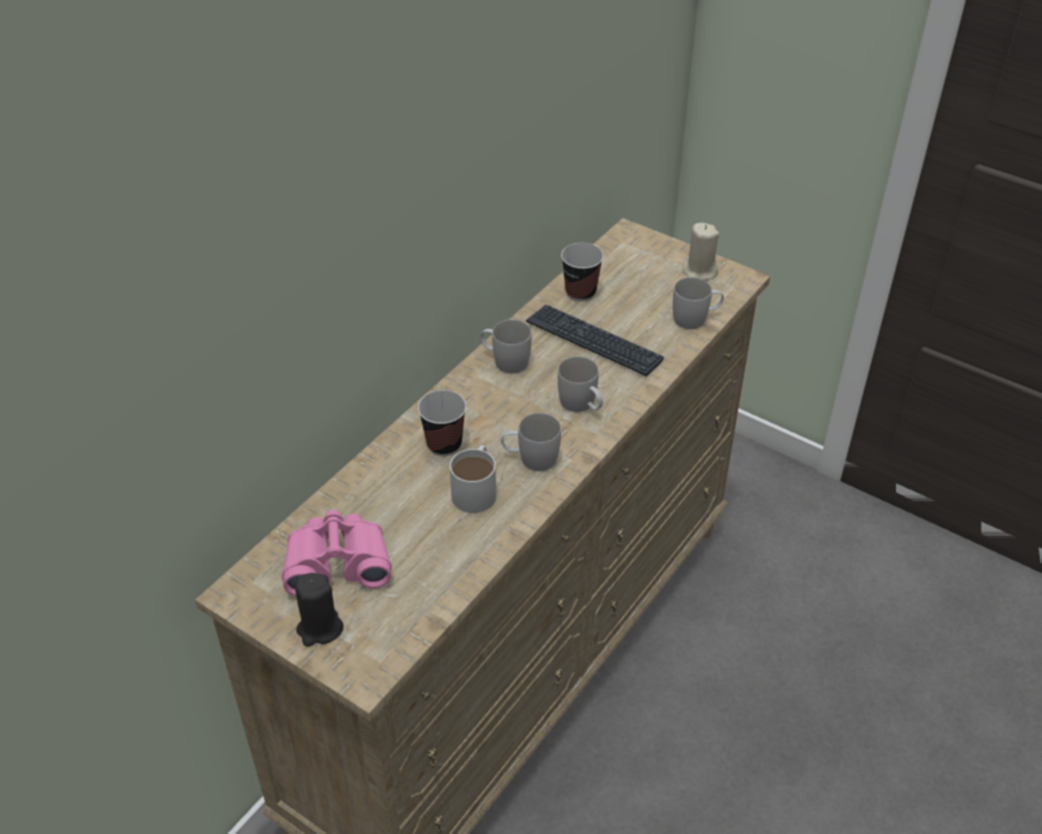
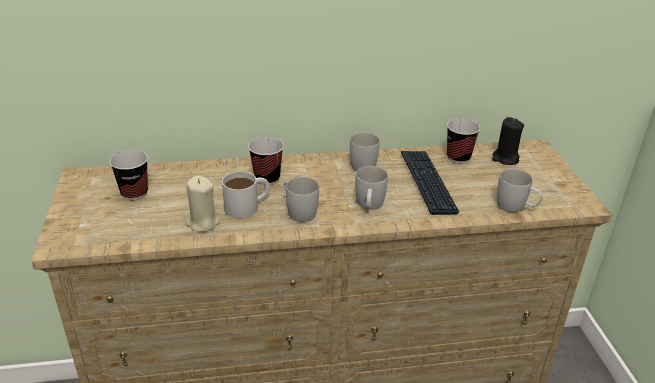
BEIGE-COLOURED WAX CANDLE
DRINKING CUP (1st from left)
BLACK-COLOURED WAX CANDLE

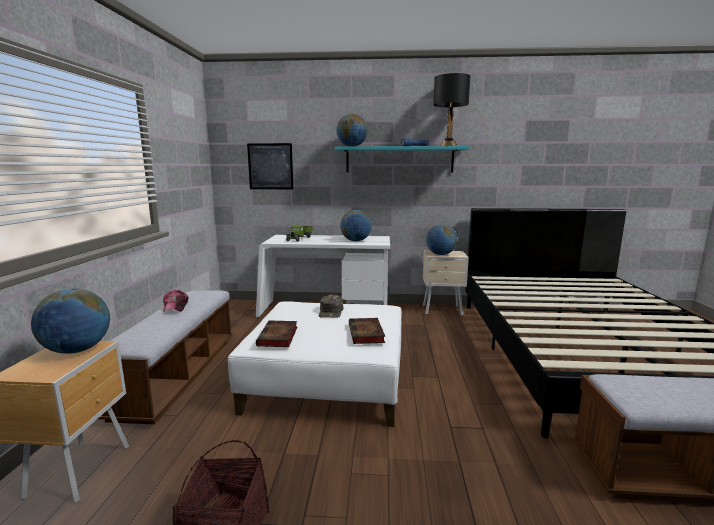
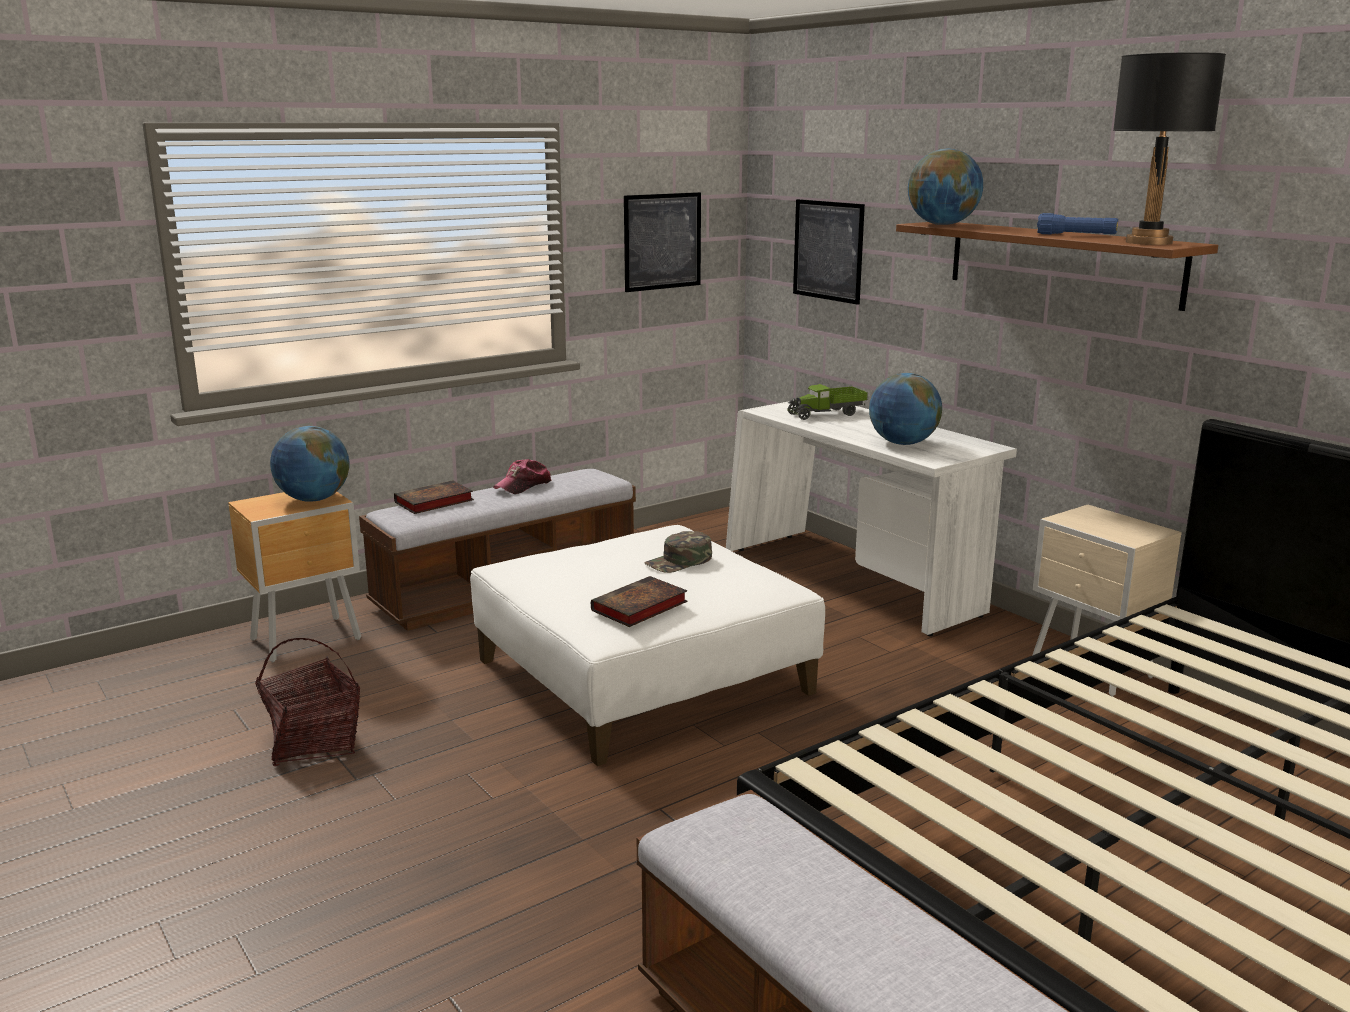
BROWNISH WALL SHELF
DESK GLOBE (4th from left in the first image)
VOLUME (1st from left)
WALL PICTURE (1st from left)

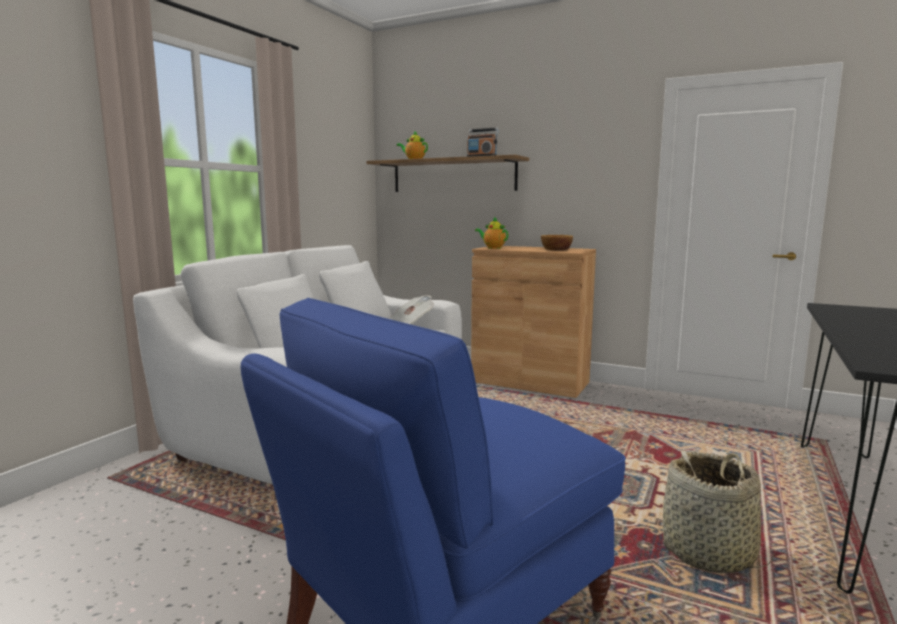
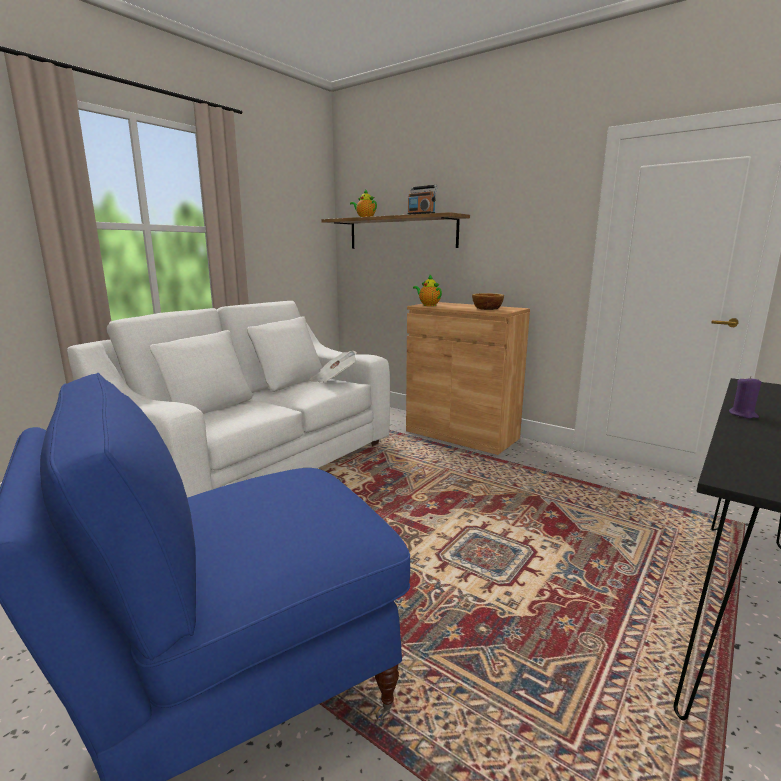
HOUSEHOLD BASKET
PURPLE WAX CANDLE

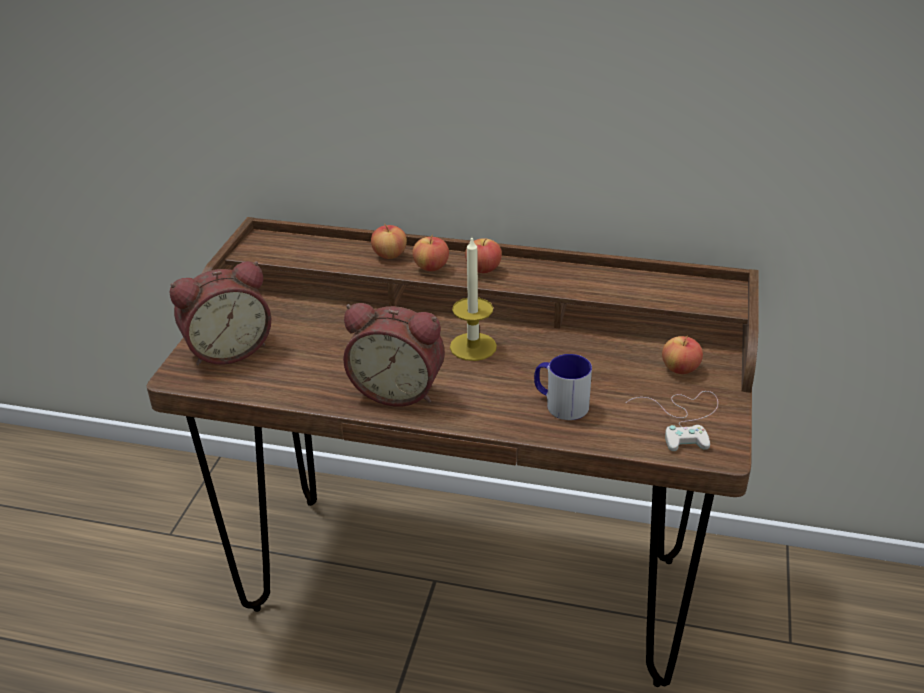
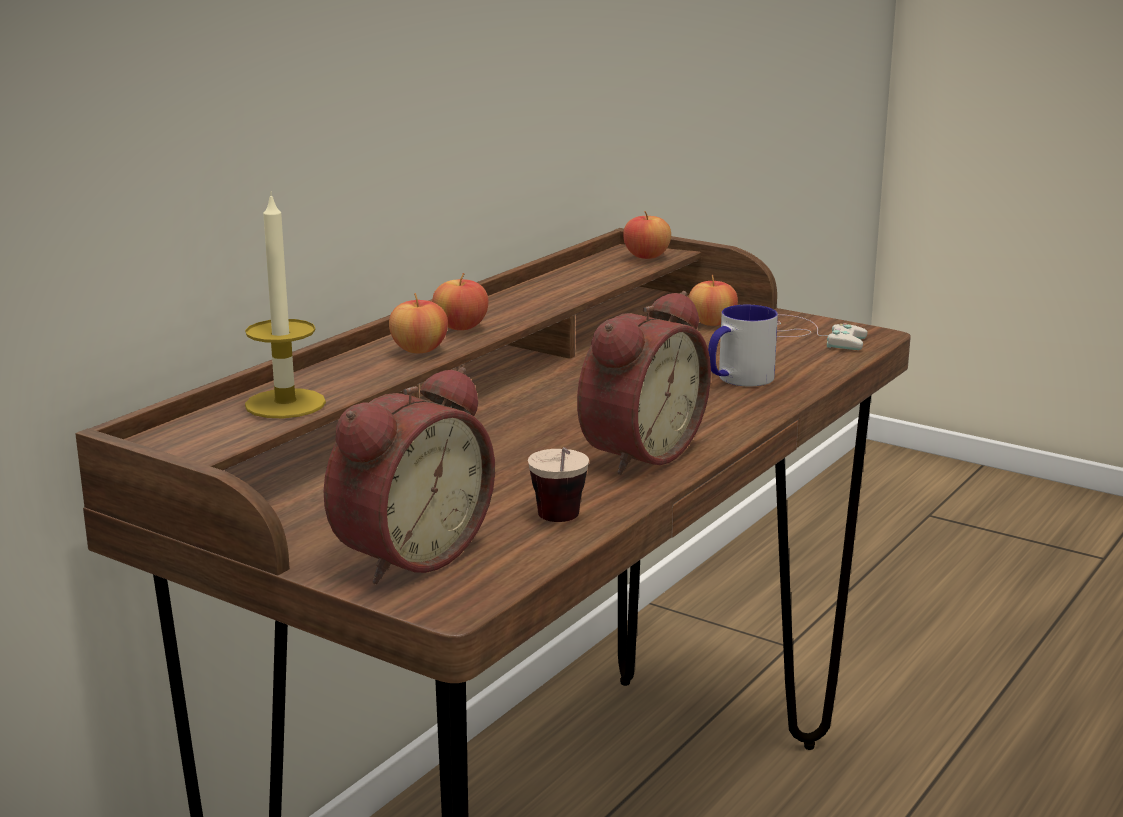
WHOLE APPLE (3rd from left)
WAX CANDLE
ALARM CLOCK (1st from left)
DRINKING CUP

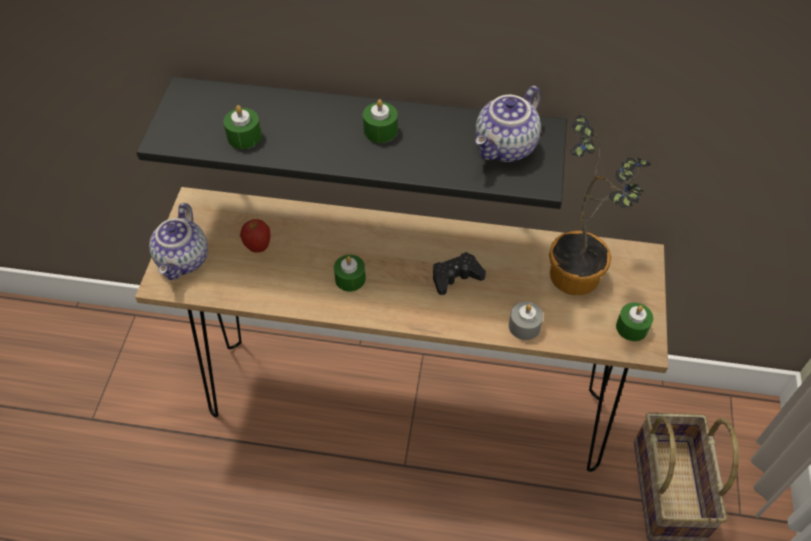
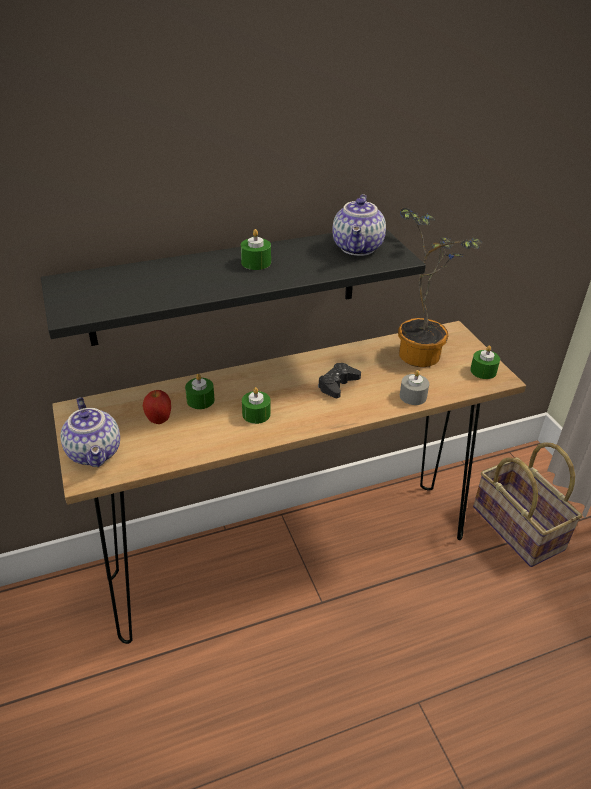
GREENISH WAX CANDLE (1st from left)

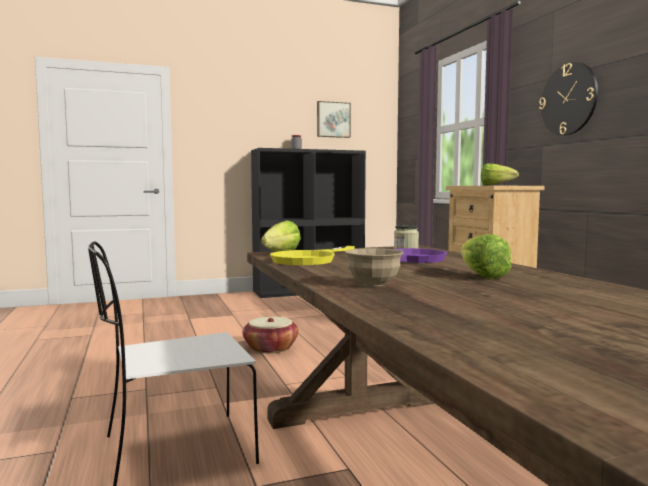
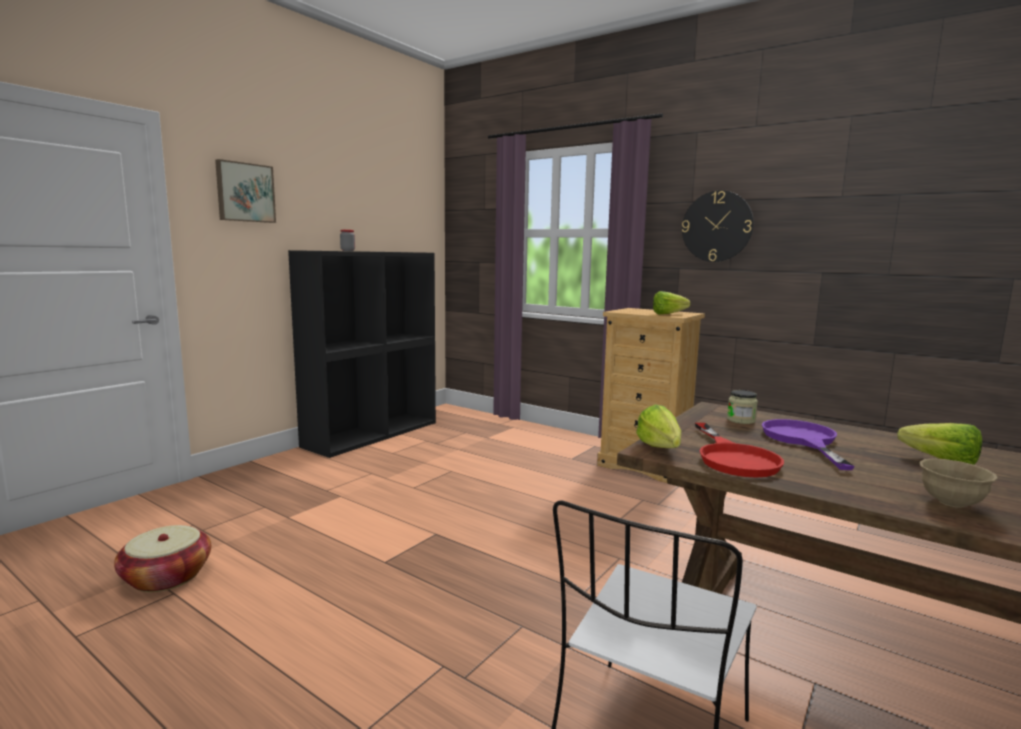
WALL PICTURE
RED FRYING PAN
HOUSEHOLD BASKET

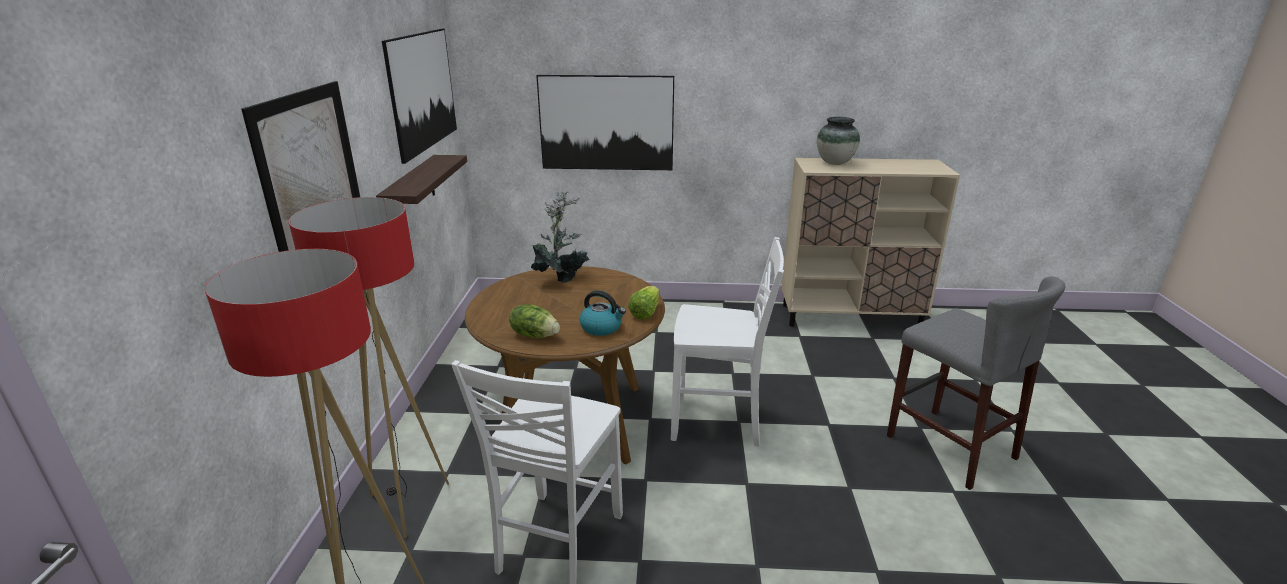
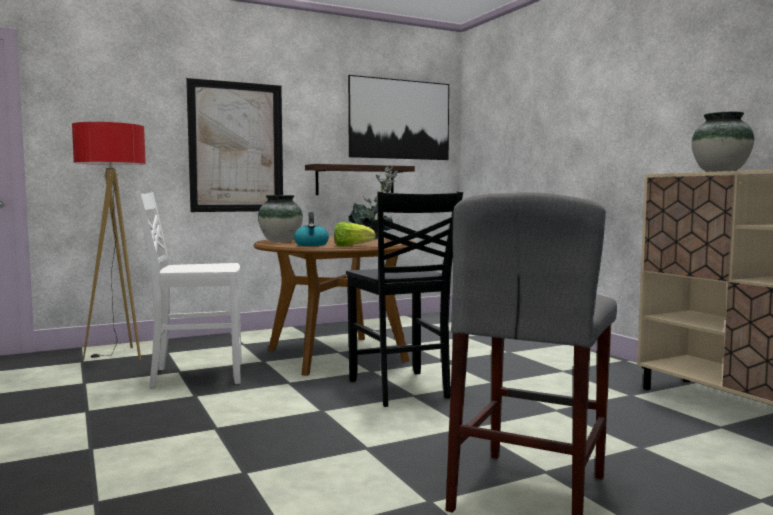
WALL PICTURE (3rd from left in the first image)
STANDING LAMP (2nd from left in the first image)
BLACK-COLOURED UPRIGHT CHAIR
VASE (1st from left)

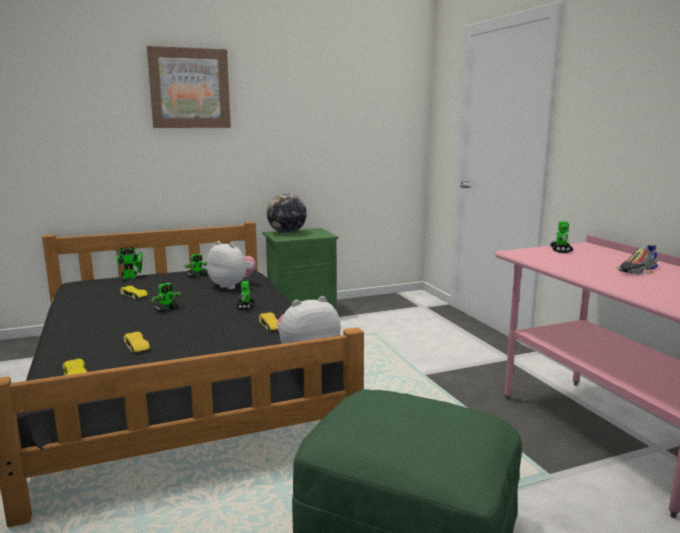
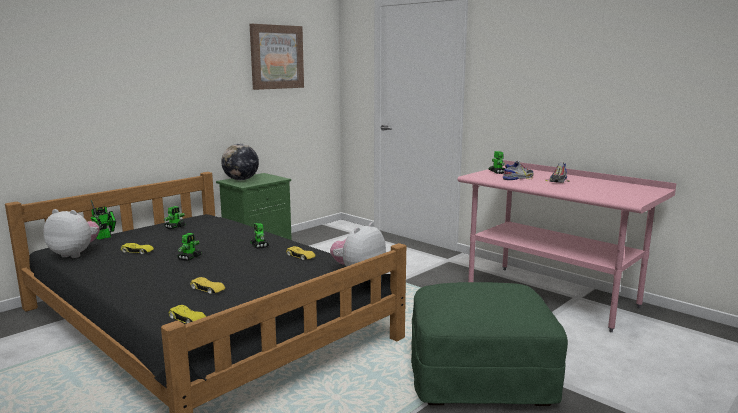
WALL PICTURE
SOFT TOY (1st from left)
ITEM OF FOOTWEAR (1st from left)

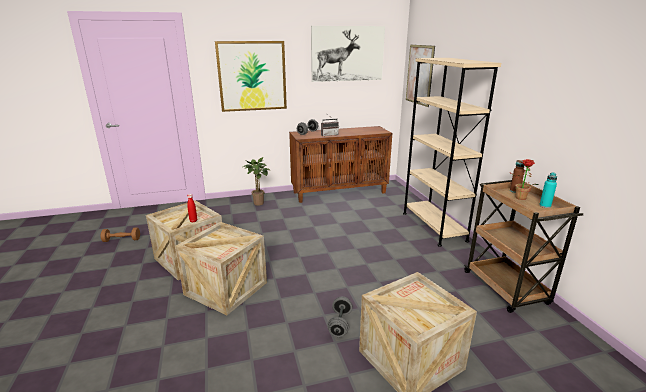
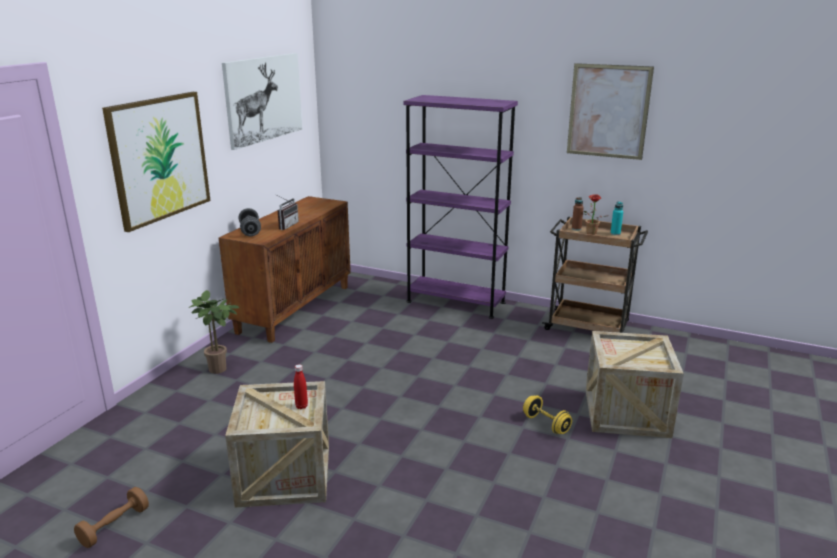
WALL PICTURE (3rd from left)
PURPLE SHELVING UNIT
SHIPPING CRATE (2nd from left in the first image)
YELLOW DUMBBELL

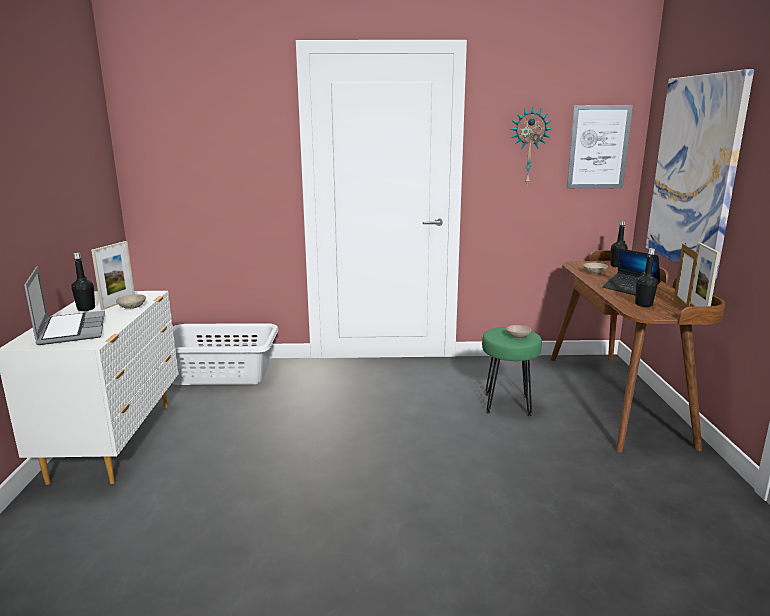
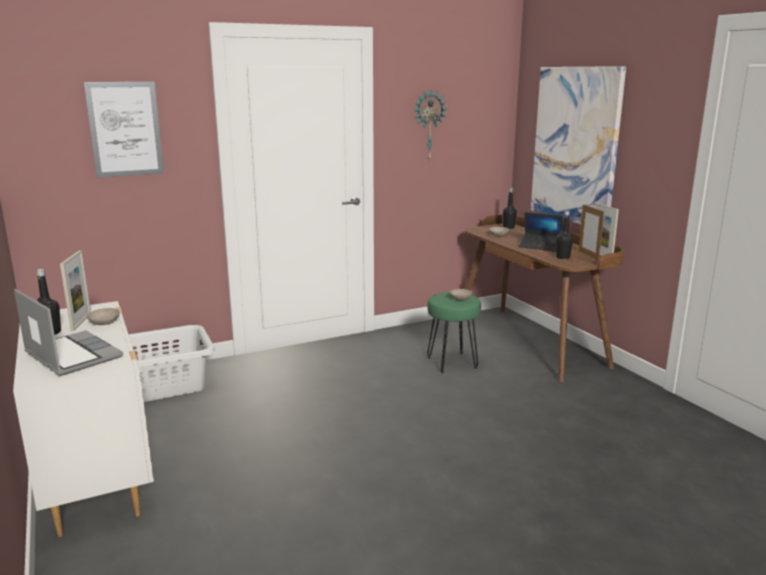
WALL PICTURE (1st from left)

